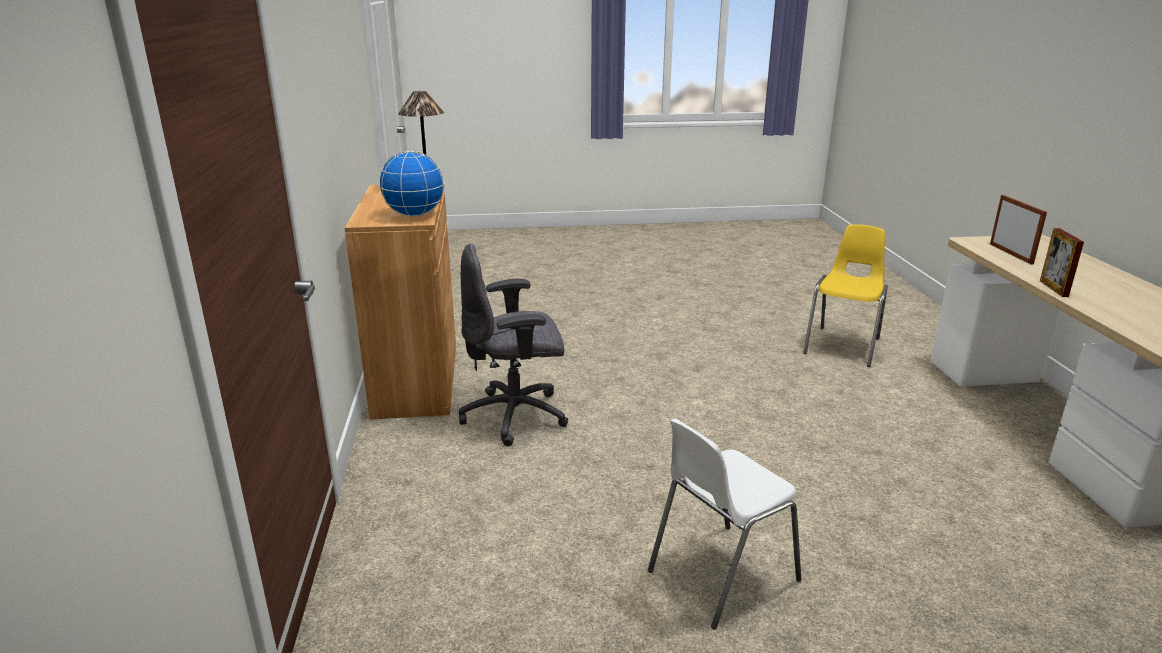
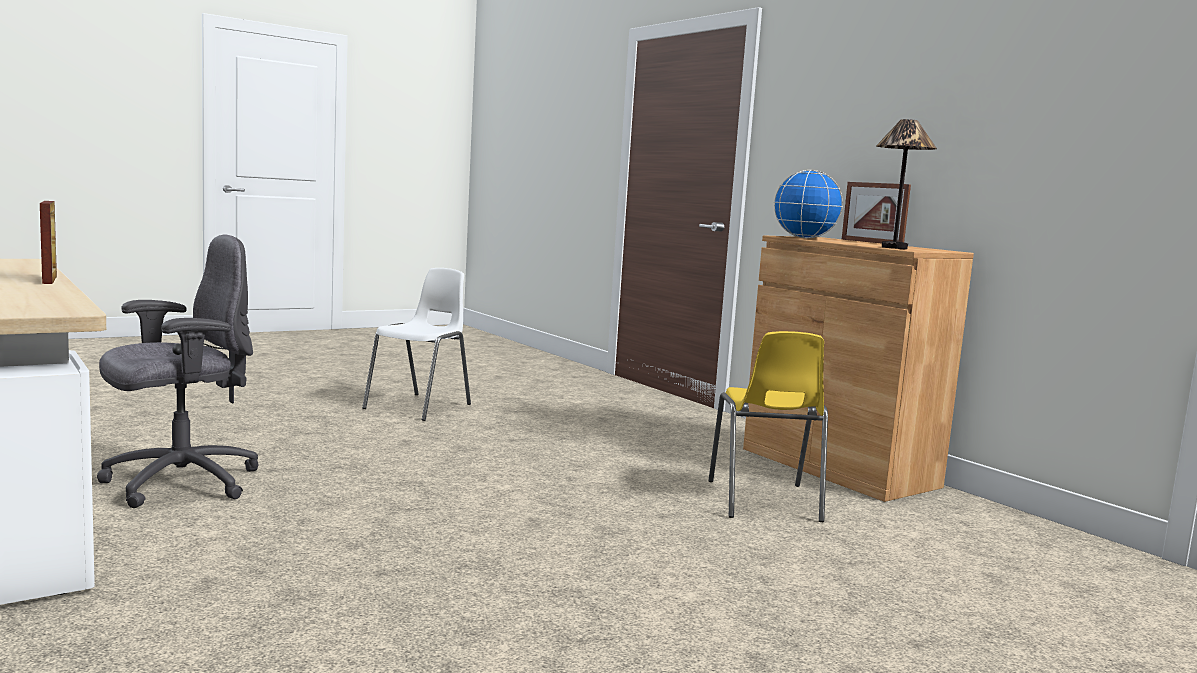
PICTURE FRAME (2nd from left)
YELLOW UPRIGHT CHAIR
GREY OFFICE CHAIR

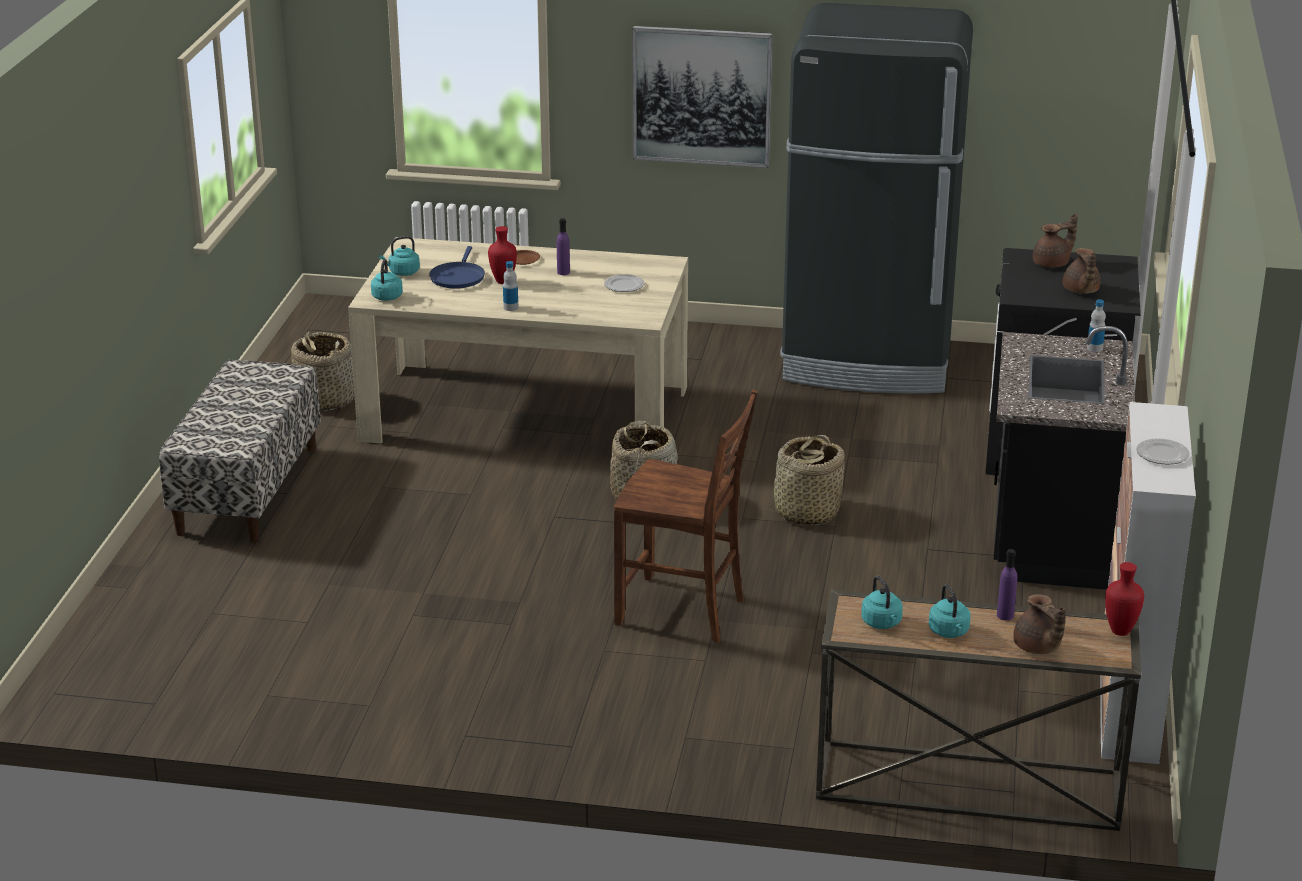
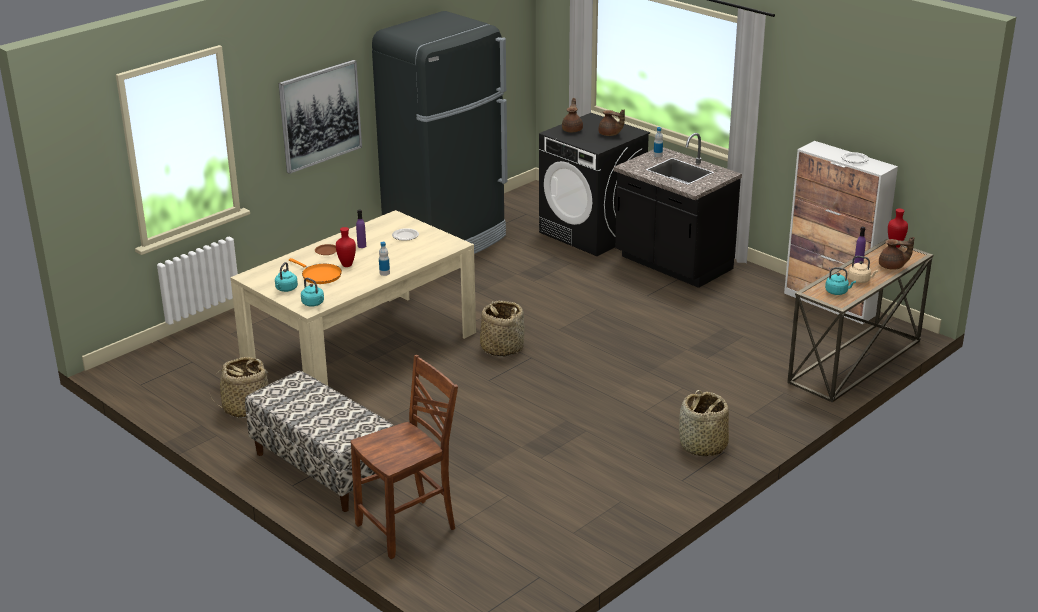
ORANGEY FRYING PAN
BROWNISH UPRIGHT CHAIR
HOUSEHOLD BASKET (3rd from left)
BEIGE-COLOURED TEA KETTLE

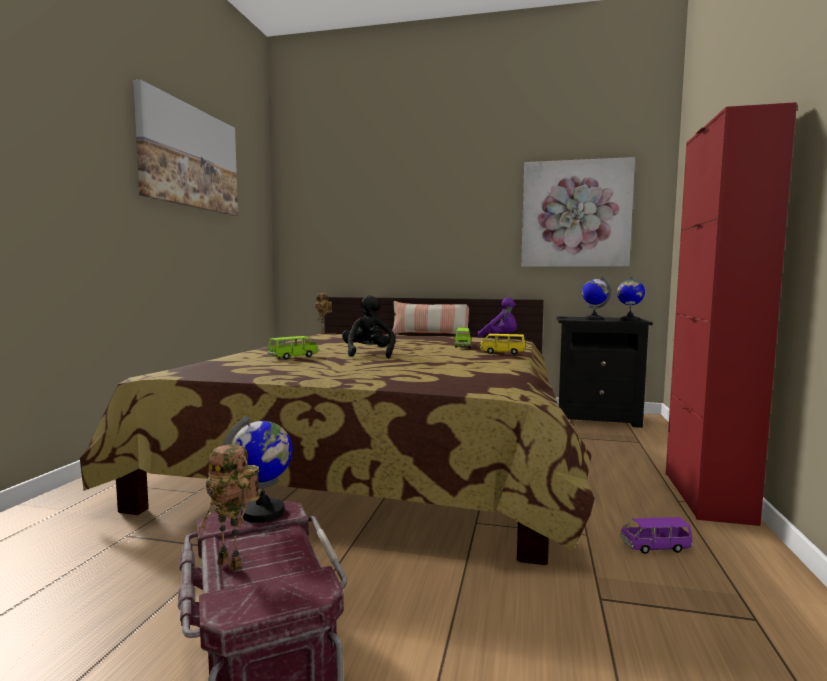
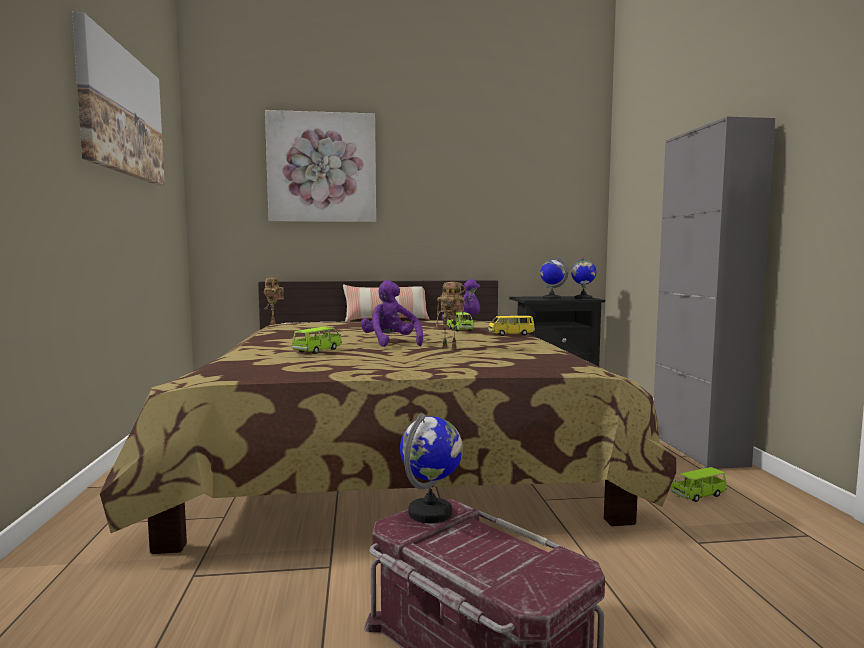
GREY CABINET
WALL PICTURE (2nd from left)
PURPLE SOFT TOY (1st from left)
TOY ROBOT (2nd from left)
GREENISH MODEL CAR (3rd from left)

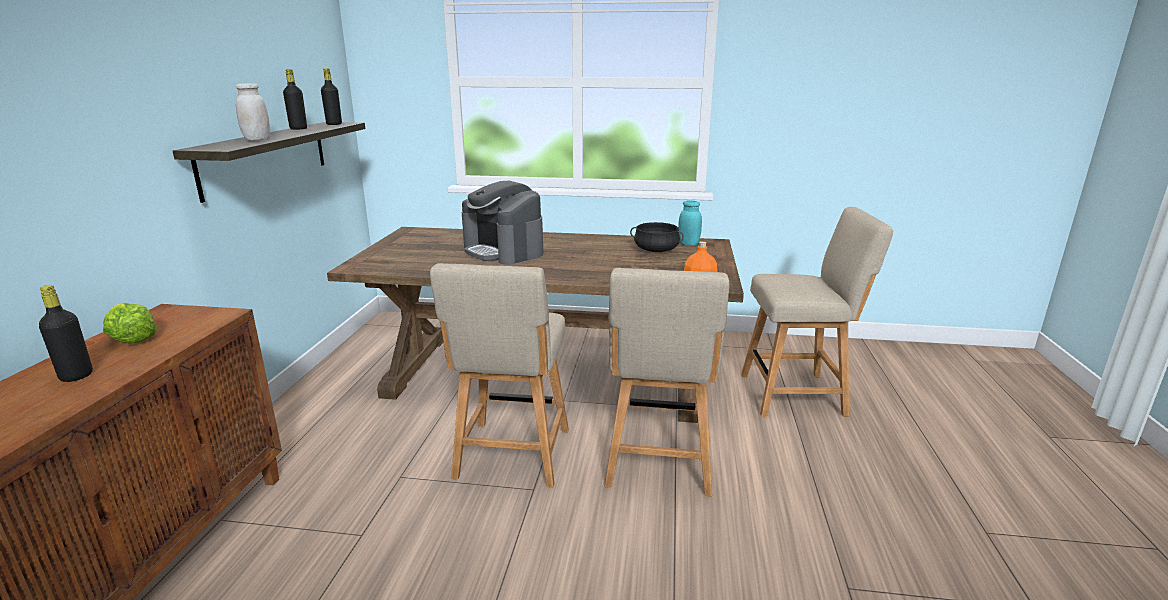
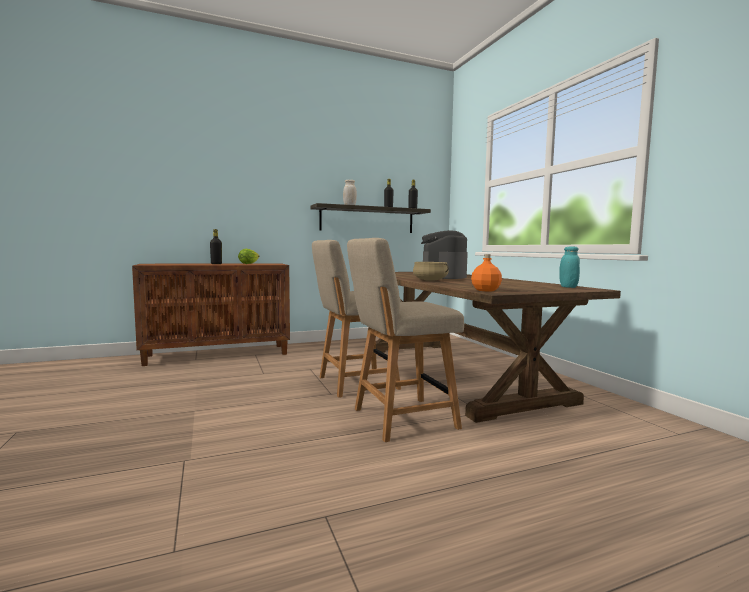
BEIGE-COLOURED UPRIGHT CHAIR (3rd from left in the first image)
BLACK-COLOURED STOCKPOT
BEIGE-COLOURED STOCKPOT

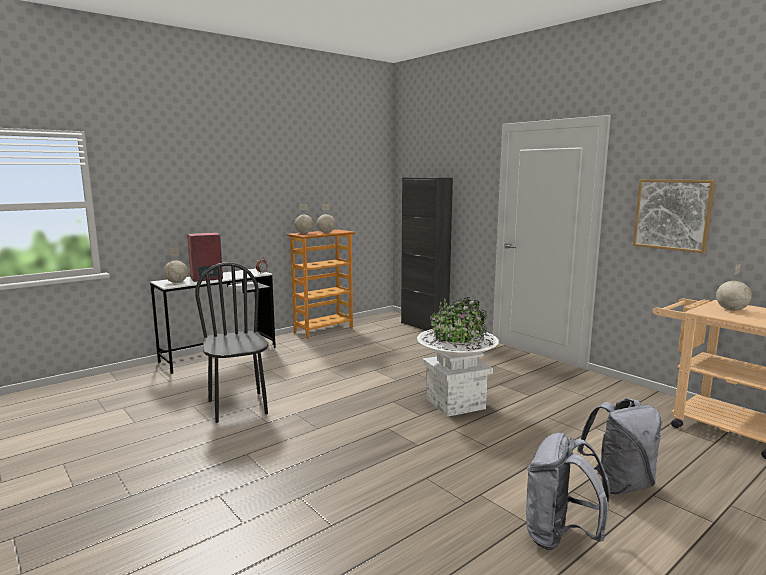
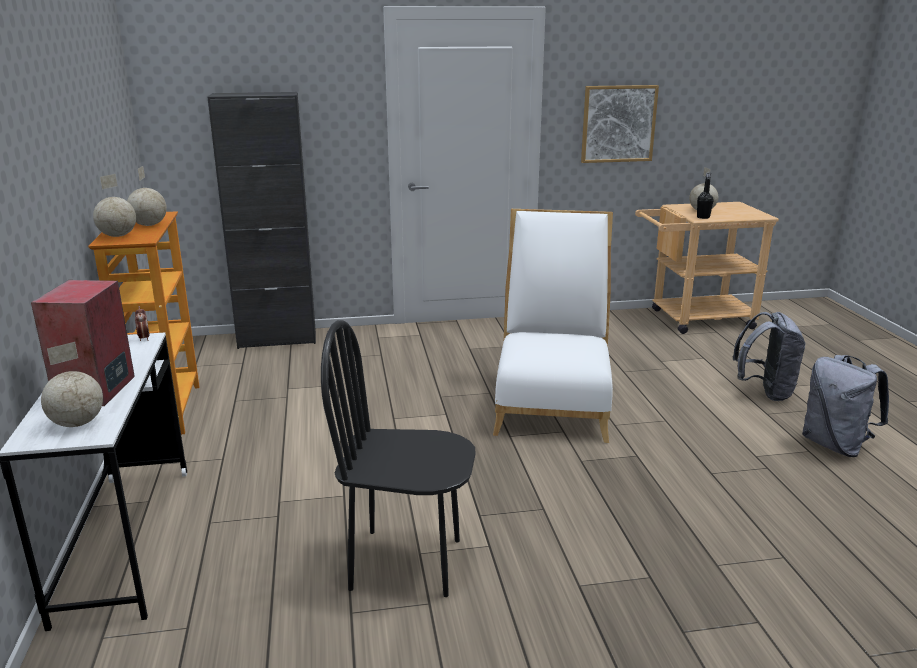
WHITISH UPRIGHT CHAIR
BLACK-COLOURED DRINK BOTTLE

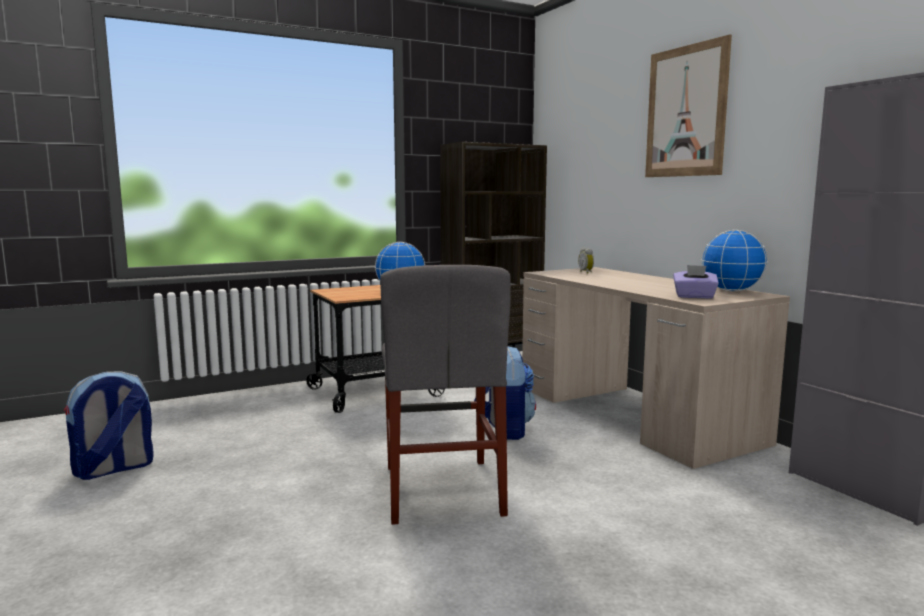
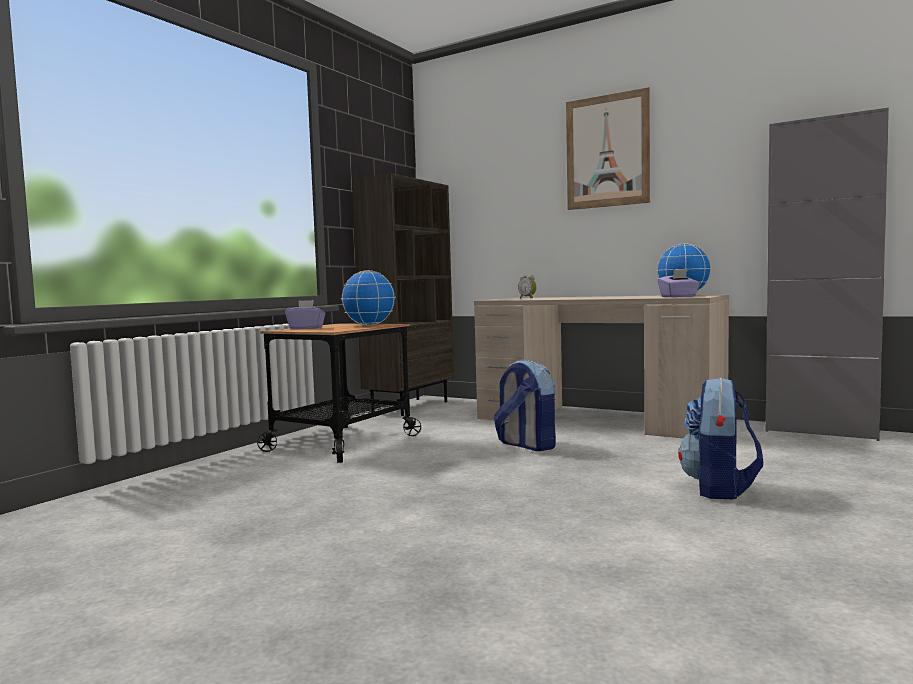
GREY UPRIGHT CHAIR
KNAPSACK (2nd from left)
PURPLE TISSUE HOLDER (1st from left)

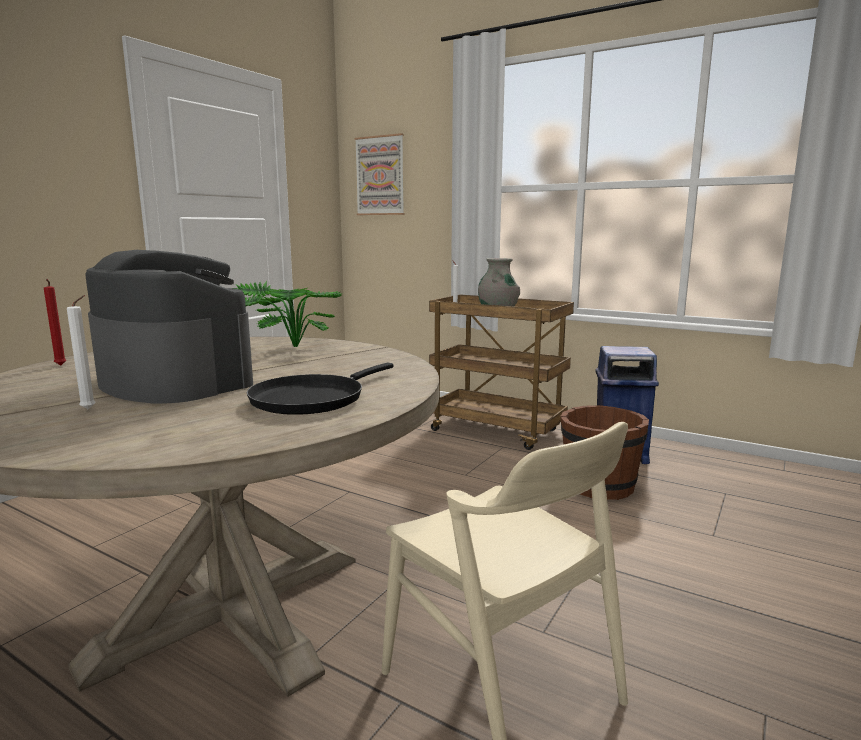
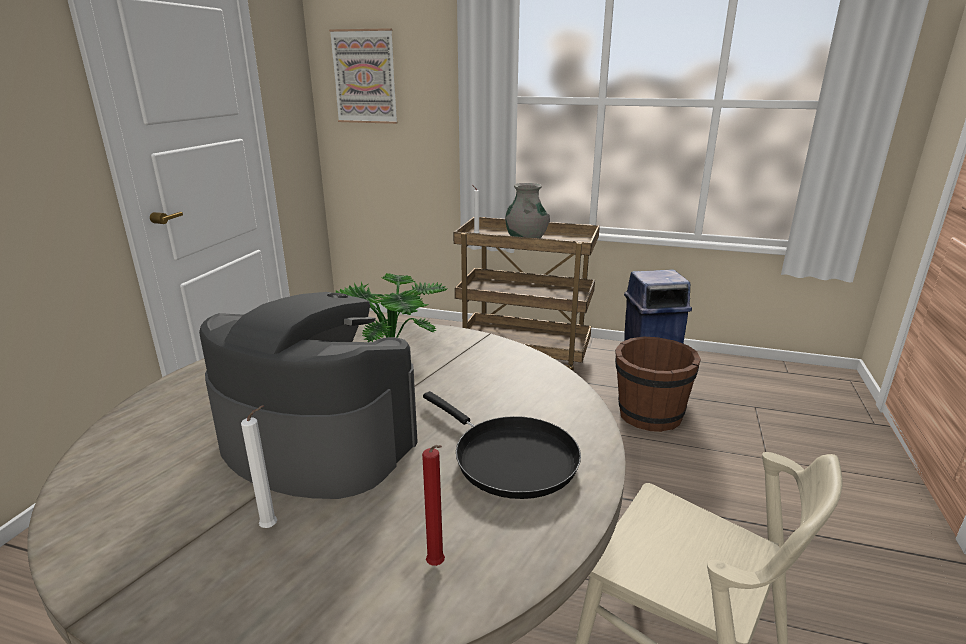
RED WAX CANDLE
BLACK-COLOURED FRYING PAN

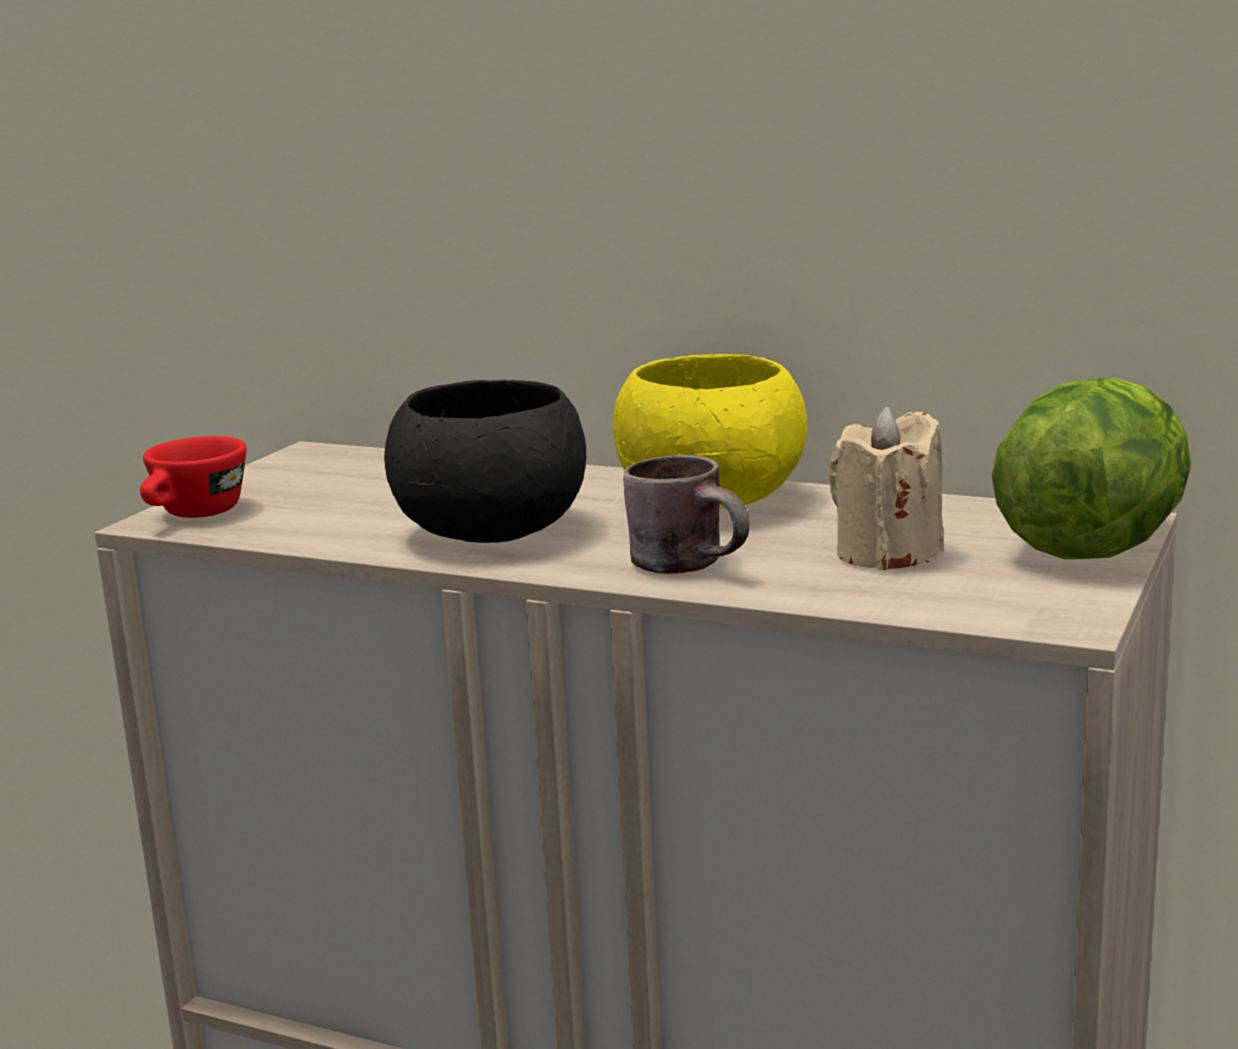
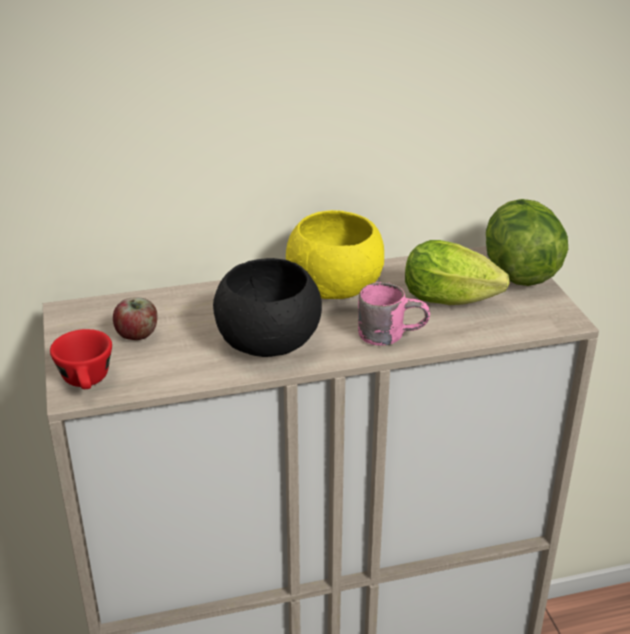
LETTUCE (1st from left)
PINKISH MUG
WHOLE APPLE

